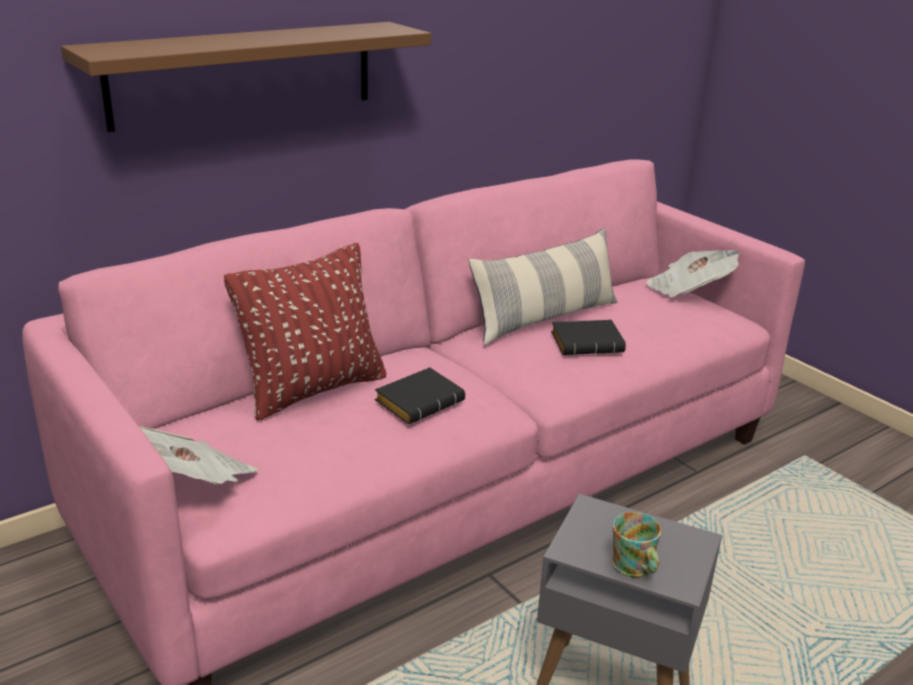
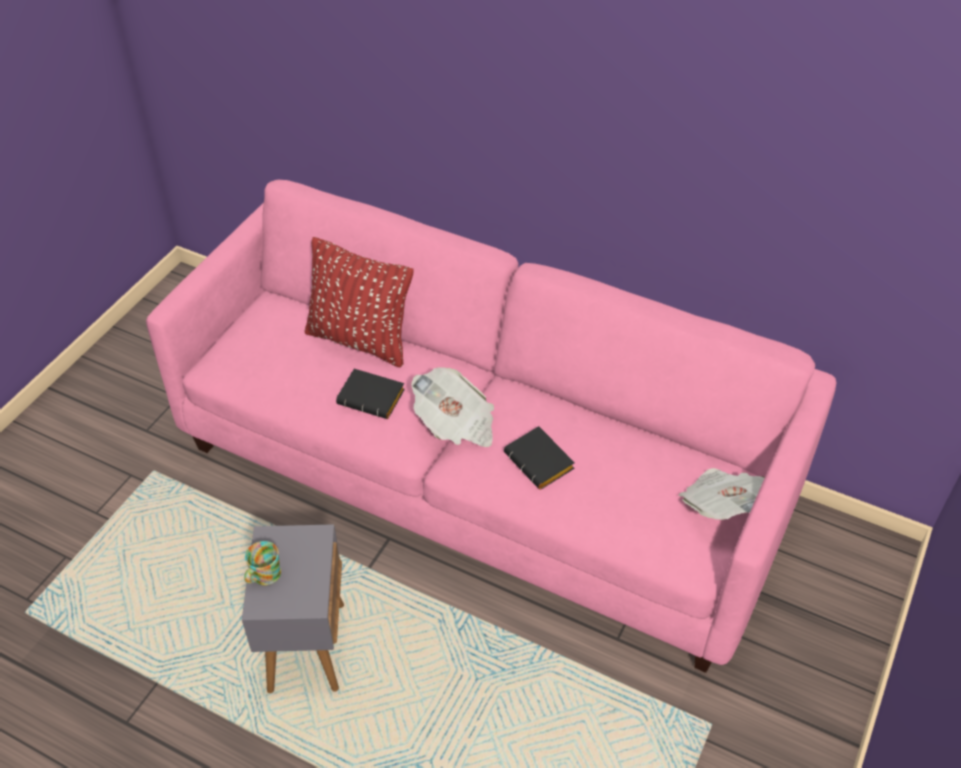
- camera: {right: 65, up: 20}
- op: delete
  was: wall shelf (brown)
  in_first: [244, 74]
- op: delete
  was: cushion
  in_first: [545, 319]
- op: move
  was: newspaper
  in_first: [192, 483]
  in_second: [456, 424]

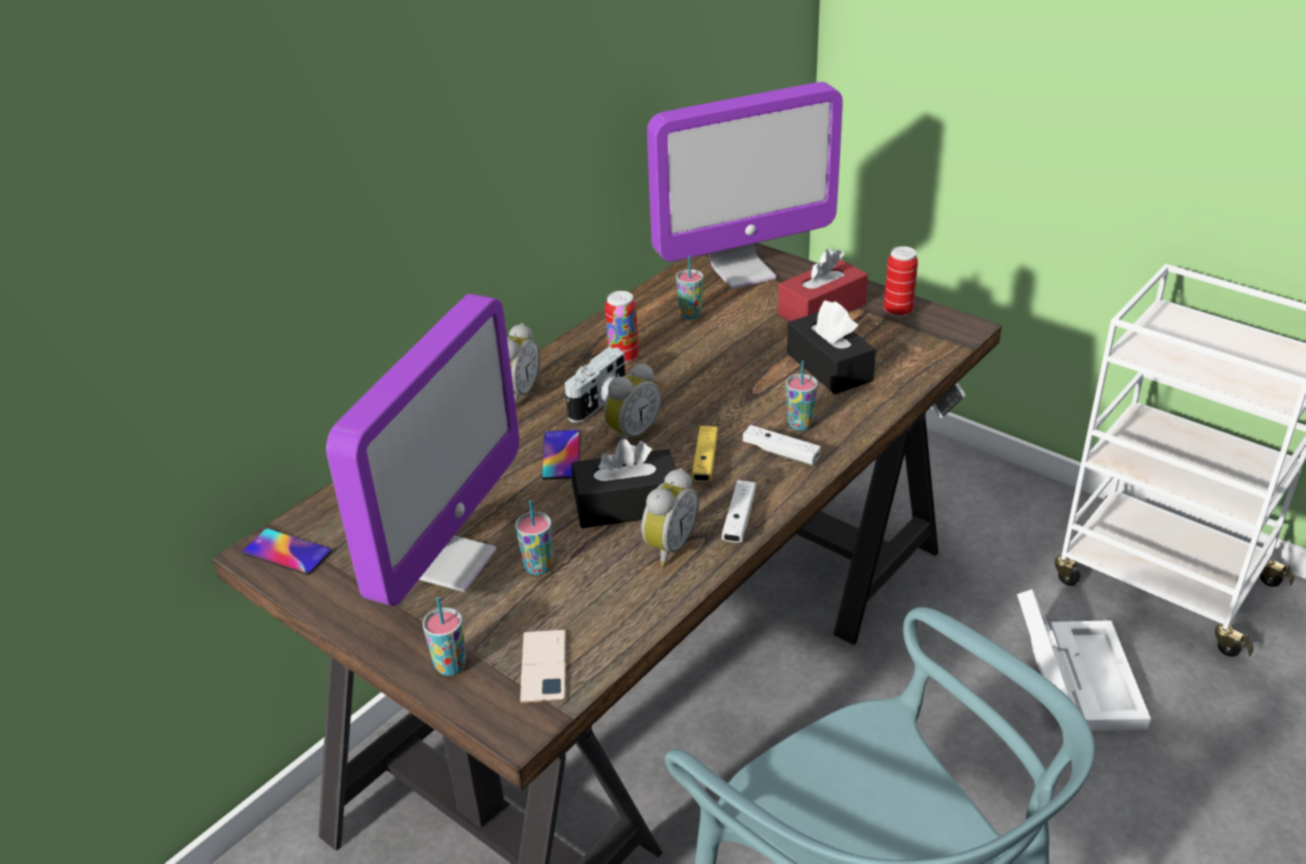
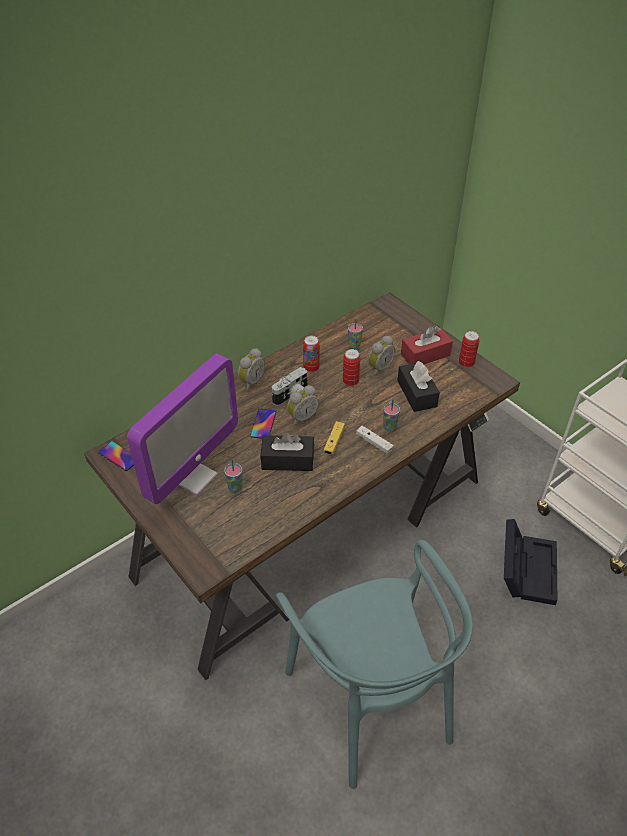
- camera: {right: 10, up: 10}
- op: delete
  was: computer display
  in_first: [742, 272]
- op: move
  was: bedside clock
  in_first: [667, 546]
  in_second: [378, 368]
- op: delete
  was: game controller (whitish)
  in_first: [739, 519]
- op: recolor
  was: storage box (whitish)
  now: storage box (black)
  in_first: [1073, 676]
  in_second: [526, 567]
- op: delete
  was: small cup
  in_first: [450, 666]
- op: delete
  was: telephone
  in_first: [544, 666]
- op: insert
  now: sealed can
  in_second: [350, 381]

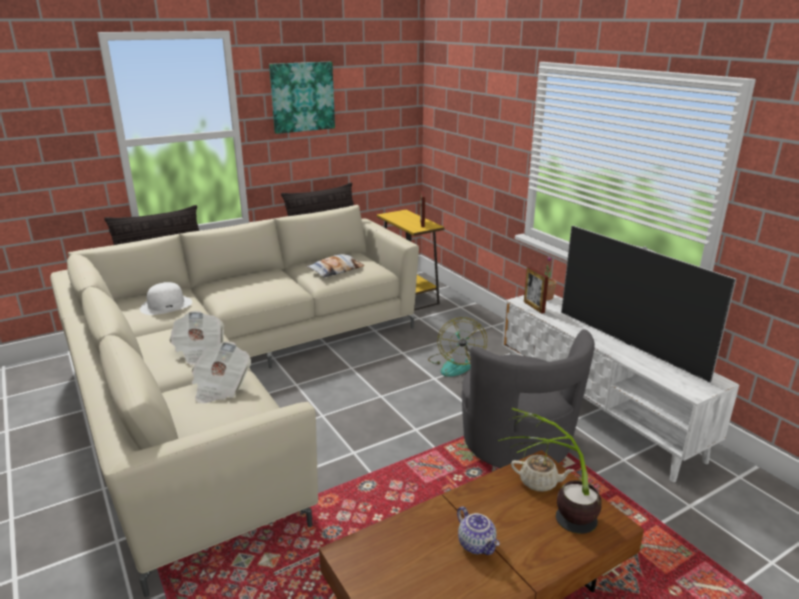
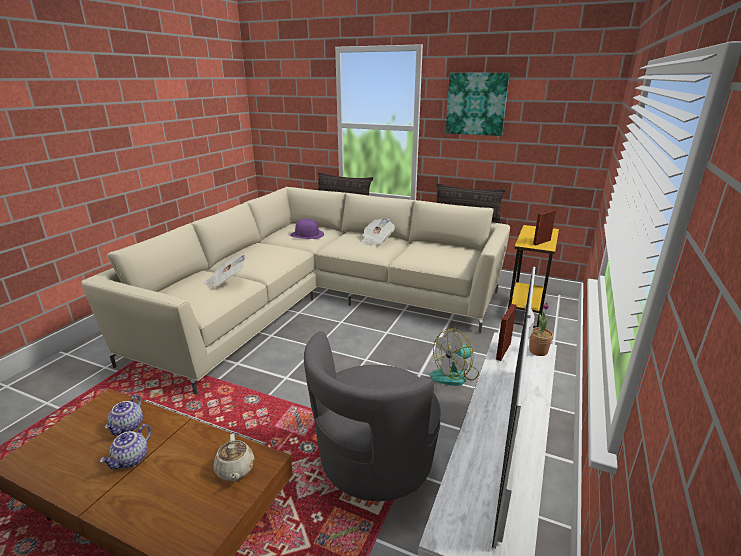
- camera: {right: 55, up: 0}
- op: delete
  was: cushion
  in_first: [336, 270]
- op: recolor
  was: hat (whitish)
  now: hat (purplish)
  in_first: [166, 305]
  in_second: [307, 234]
- op: move
  was: newspaper
  in_first: [199, 351]
  in_second: [376, 241]
- op: delete
  was: plant in a pot
  in_first: [552, 521]
- op: insert
  now: pot for tea
  in_second: [128, 427]

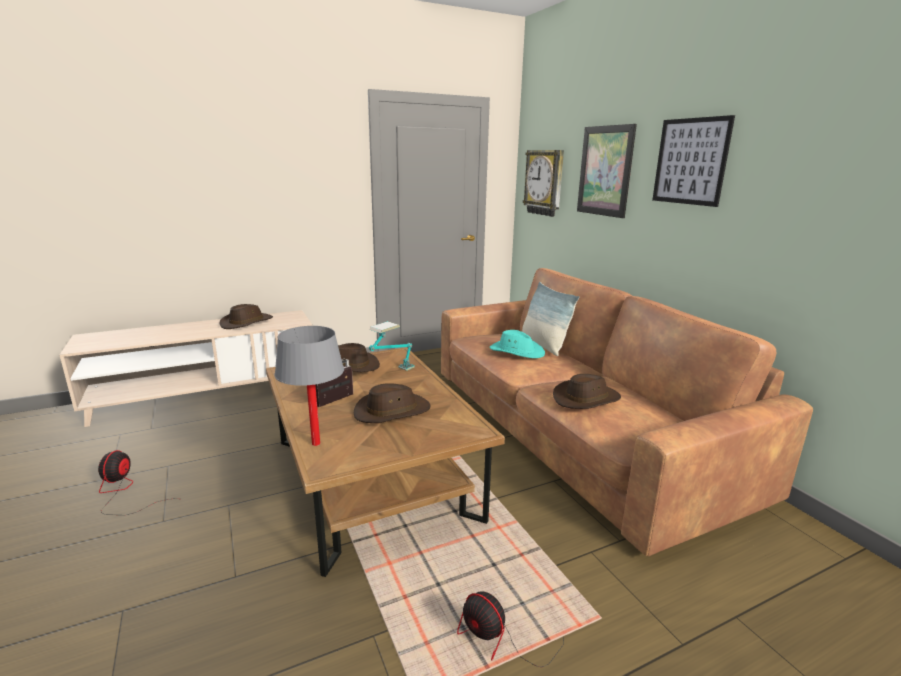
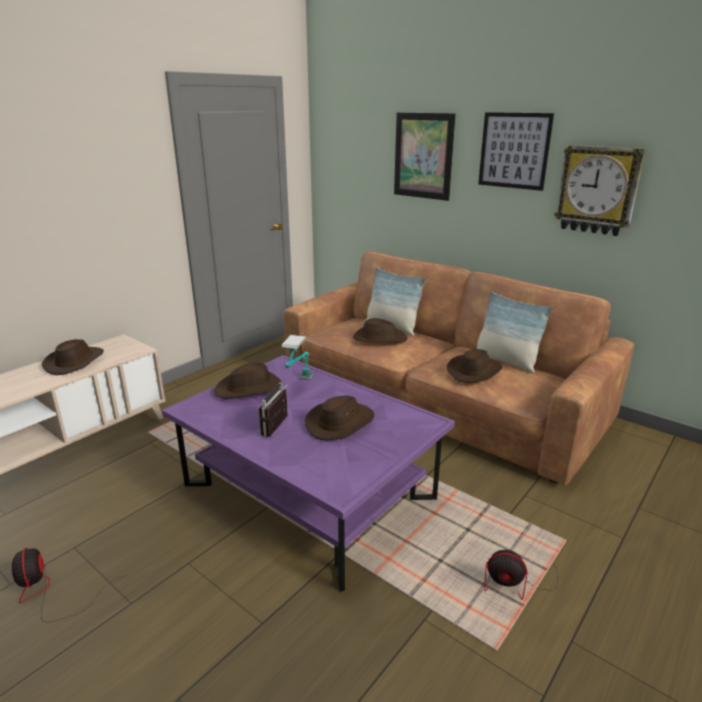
- camera: {right: -25, up: 5}
- op: move
  was: clock on the wall
  in_first: [544, 183]
  in_second: [597, 190]
- op: delete
  was: tabletop lamp (greyish)
  in_first: [316, 443]
- op: recolor
  was: hat (blue-green)
  now: hat (brown)
  in_first: [516, 351]
  in_second: [379, 338]
- op: recolor
  was: coffee table (brown)
  now: coffee table (purplish)
  in_first: [373, 478]
  in_second: [309, 491]
- op: insert
  now: cushion
  in_second: [505, 361]

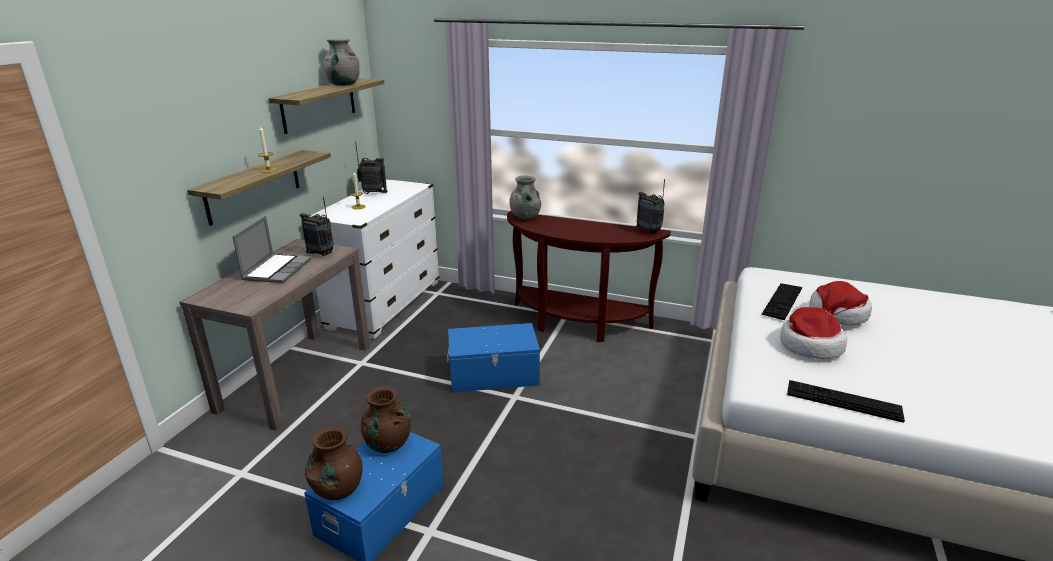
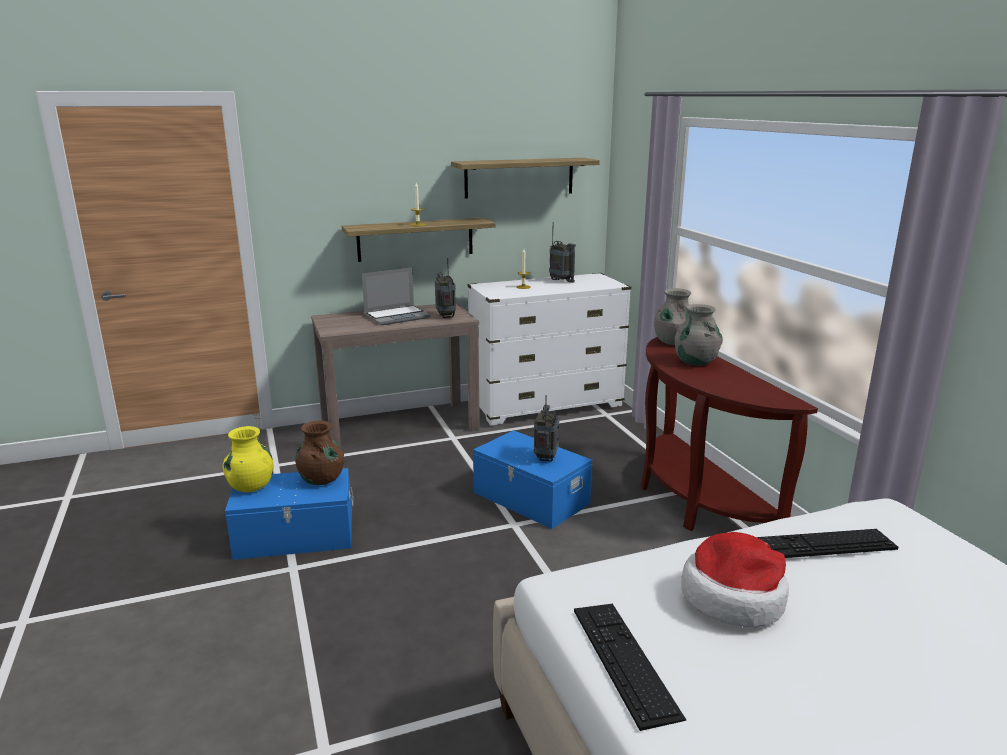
- camera: {right: 50, up: -5}
- op: move
  was: flower vase (greyish)
  in_first: [343, 84]
  in_second: [695, 362]
- op: move
  was: radio receiver
  in_first: [649, 231]
  in_second: [546, 458]
- op: delete
  was: hat
  in_first: [836, 315]
- op: recolor
  was: flower vase (brown)
  now: flower vase (yellow-coloured)
  in_first: [338, 489]
  in_second: [251, 486]

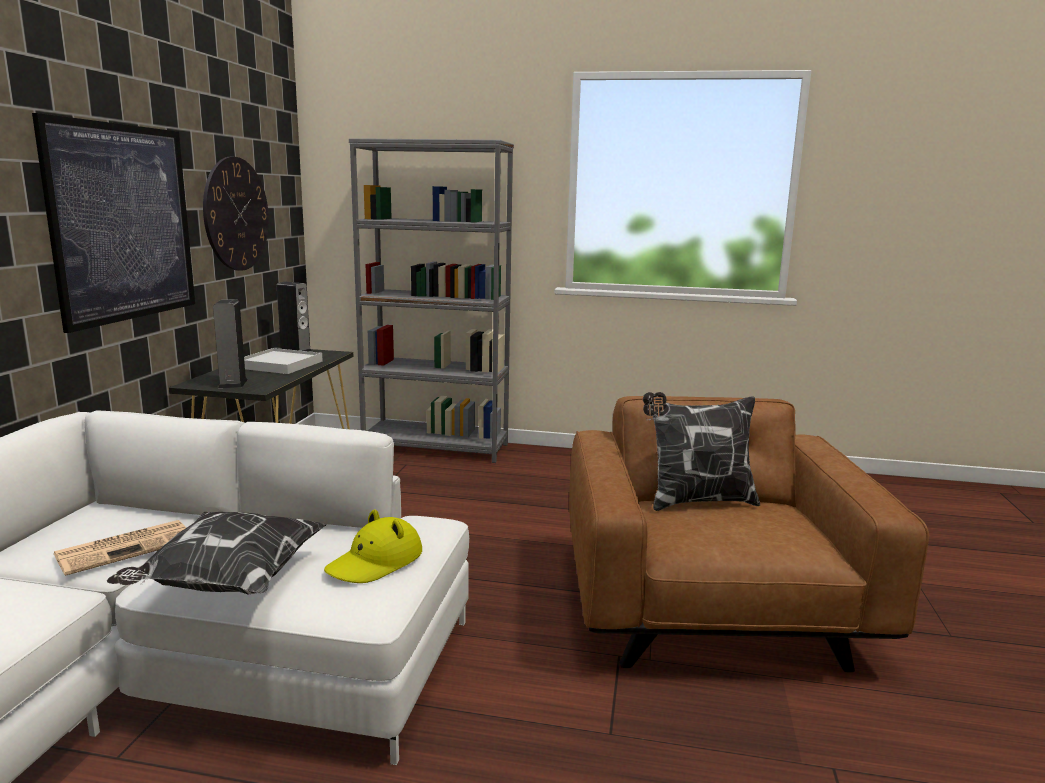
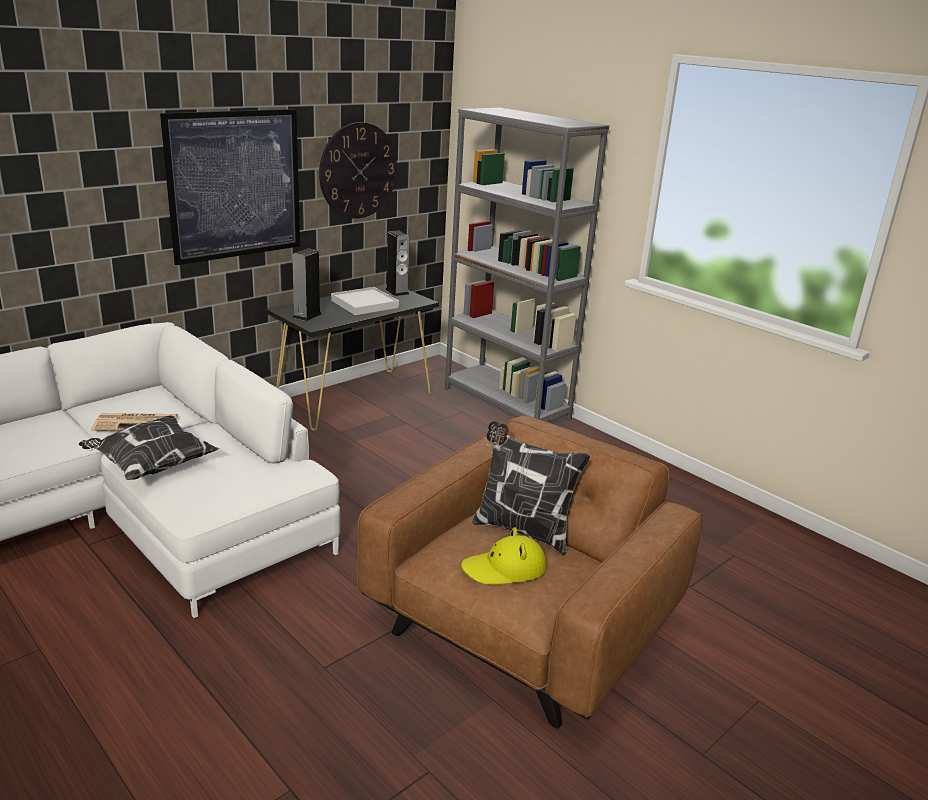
- camera: {right: 35, up: 10}
- op: move
  was: hat (yellow-coloured)
  in_first: [375, 562]
  in_second: [504, 569]

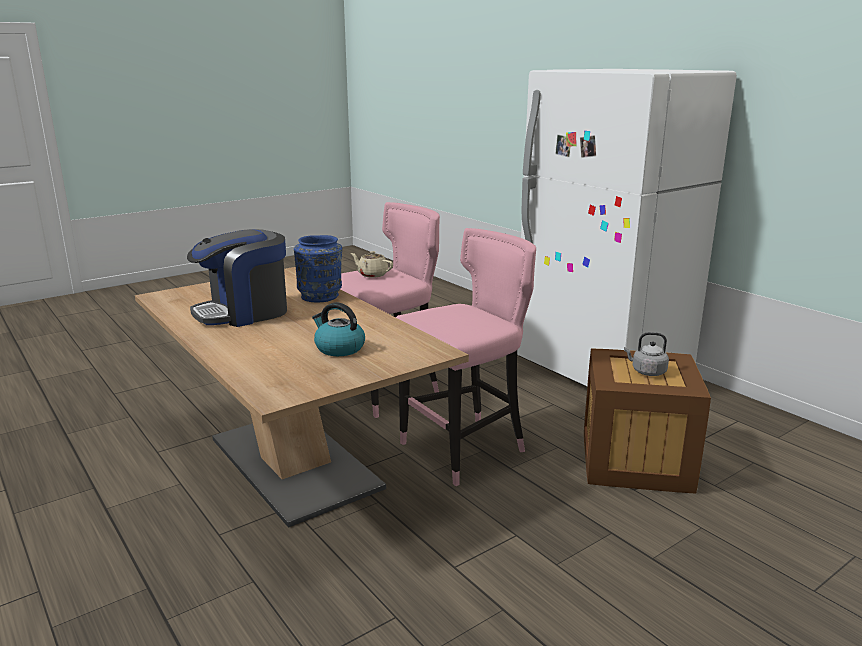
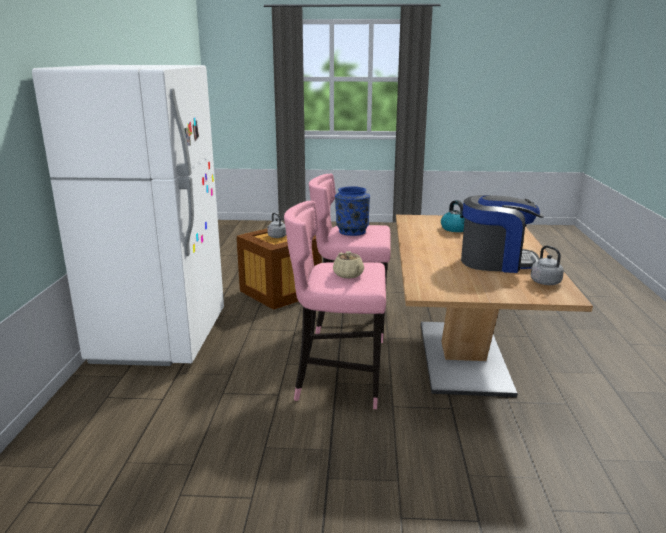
- camera: {right: -140, up: 0}
- op: move
  was: flower vase (blue-coloured)
  in_first: [321, 296]
  in_second: [351, 231]
- op: insert
  now: kettle (greyish)
  in_second: [544, 281]

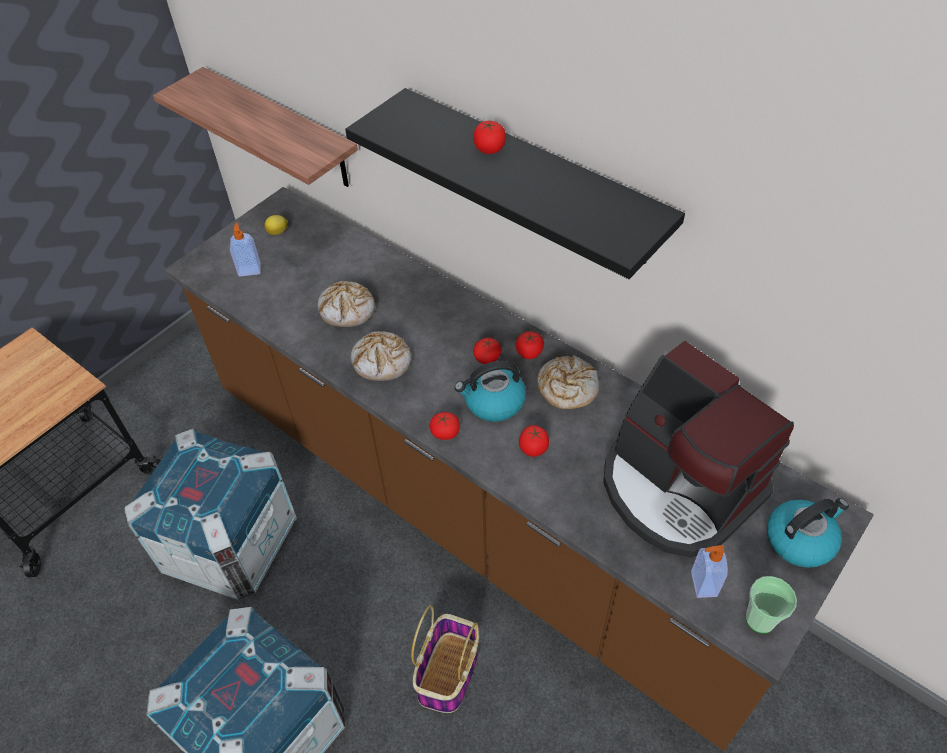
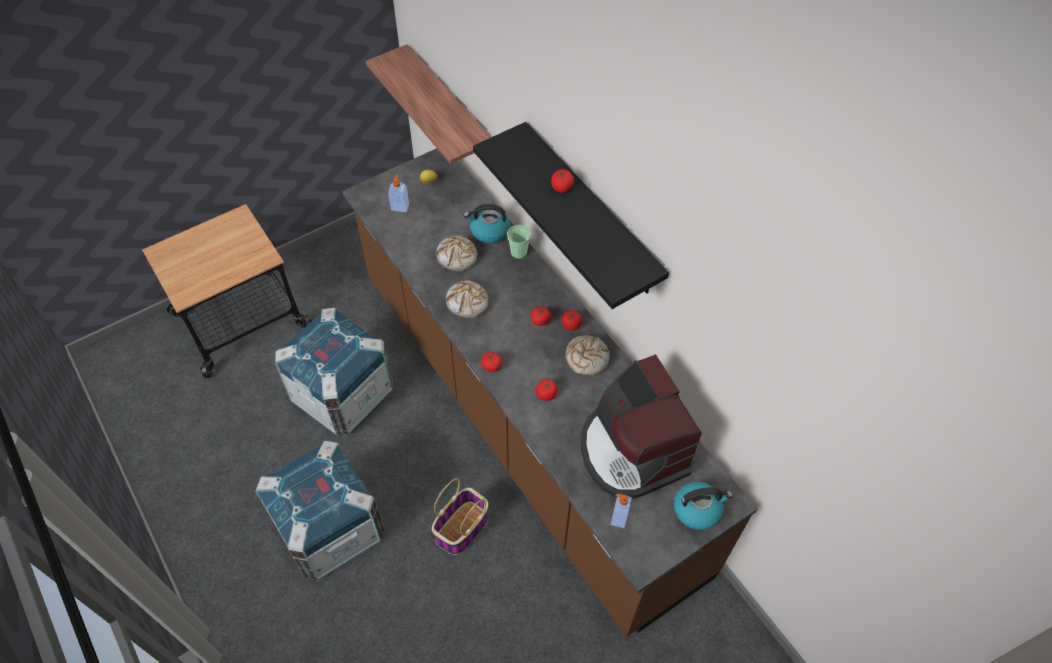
- camera: {right: 15, up: 5}
- op: move
  was: kettle
  in_first: [493, 402]
  in_second: [489, 231]
- op: move
  was: small cup
  in_first: [760, 619]
  in_second: [518, 252]

